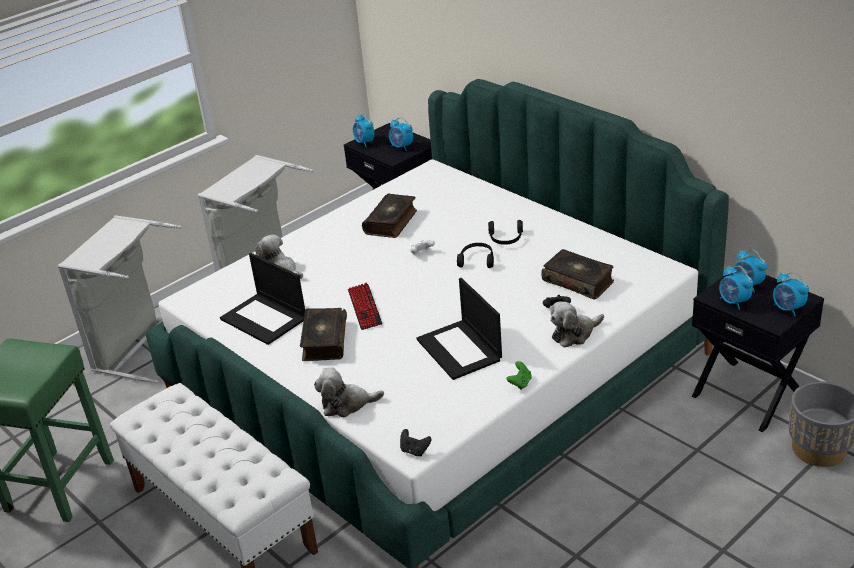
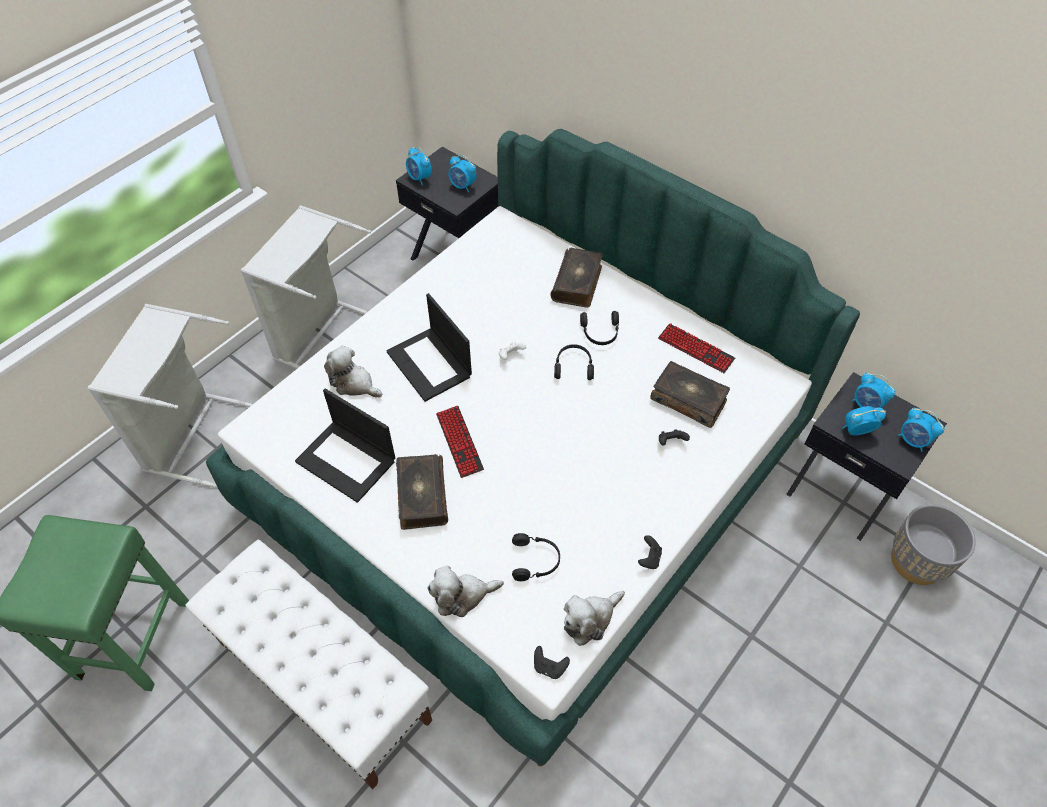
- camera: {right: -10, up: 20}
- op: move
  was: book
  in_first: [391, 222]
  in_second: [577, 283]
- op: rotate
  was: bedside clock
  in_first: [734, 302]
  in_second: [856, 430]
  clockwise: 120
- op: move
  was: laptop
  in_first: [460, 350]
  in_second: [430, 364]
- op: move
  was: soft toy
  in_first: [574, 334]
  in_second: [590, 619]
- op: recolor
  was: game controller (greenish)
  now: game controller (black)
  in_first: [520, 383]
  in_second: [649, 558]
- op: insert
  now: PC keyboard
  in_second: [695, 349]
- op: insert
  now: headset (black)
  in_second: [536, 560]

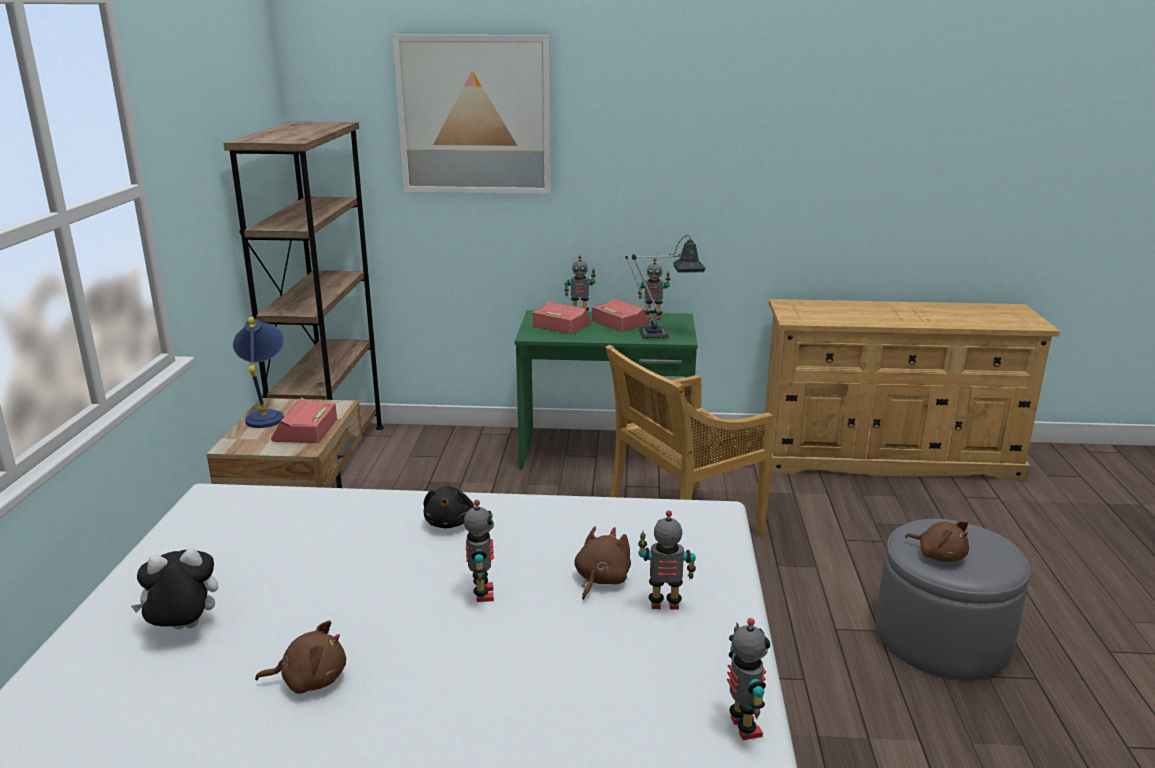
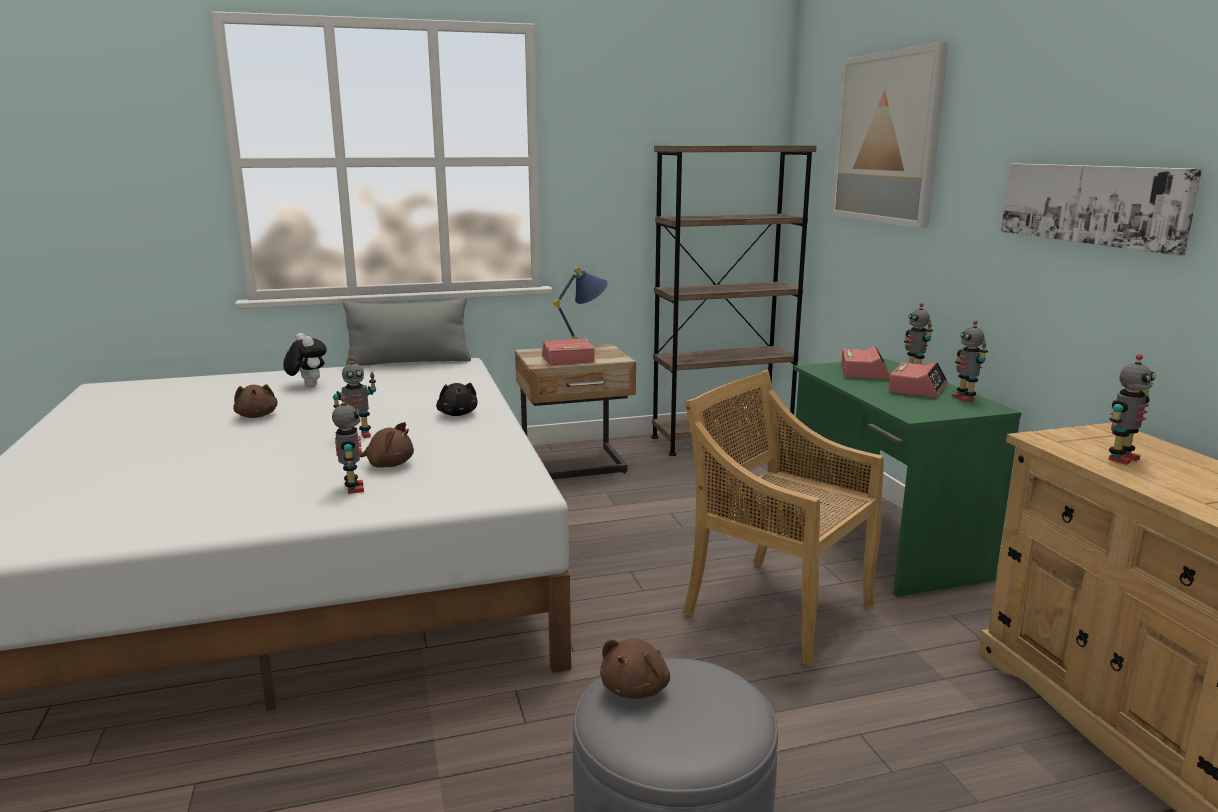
- camera: {right: 70, up: -5}
- op: delete
  was: tabletop lamp
  in_first: [661, 335]
- op: rotate
  was: soft toy (black)
  in_first: [450, 522]
  in_second: [457, 414]
  clockwise: -90
- op: move
  was: model robot
  in_first: [743, 727]
  in_second: [1121, 458]
- op: insert
  now: wall art
  in_second: [1092, 204]
- op: insert
  now: cushion (greyish)
  in_second: [409, 362]

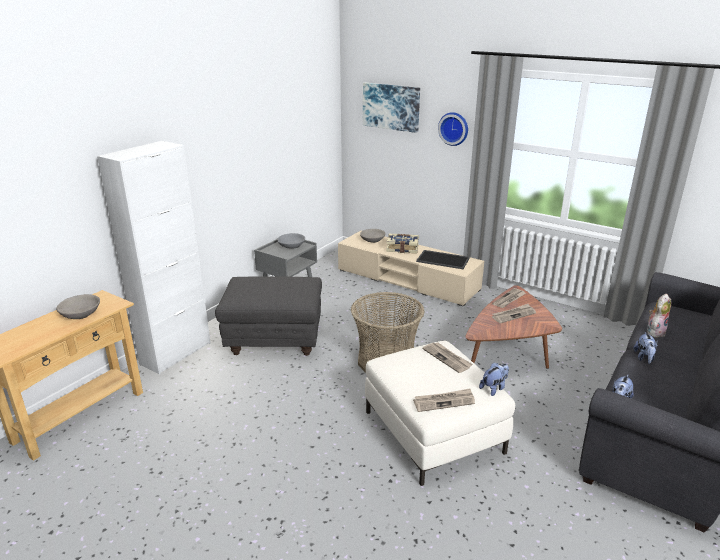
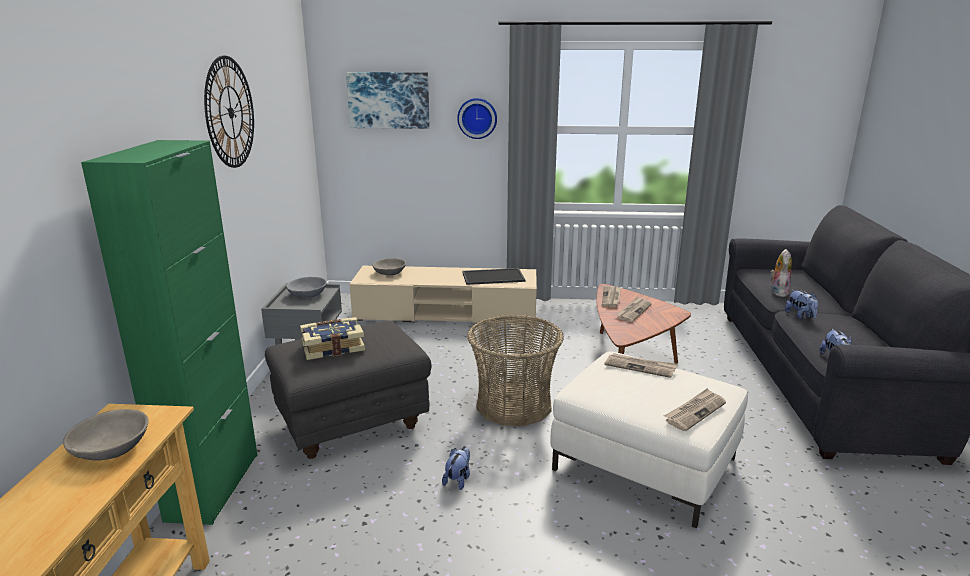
- camera: {right: -30, up: -5}
- op: recolor
  was: storage cabinet (whitish)
  now: storage cabinet (greenish)
  in_first: [176, 353]
  in_second: [213, 486]
- op: move
  was: book
  in_first: [402, 248]
  in_second: [332, 347]
- op: move
  was: soft toy
  in_first: [494, 388]
  in_second: [458, 479]
- op: insert
  now: clock on the wall
  in_second: [230, 112]

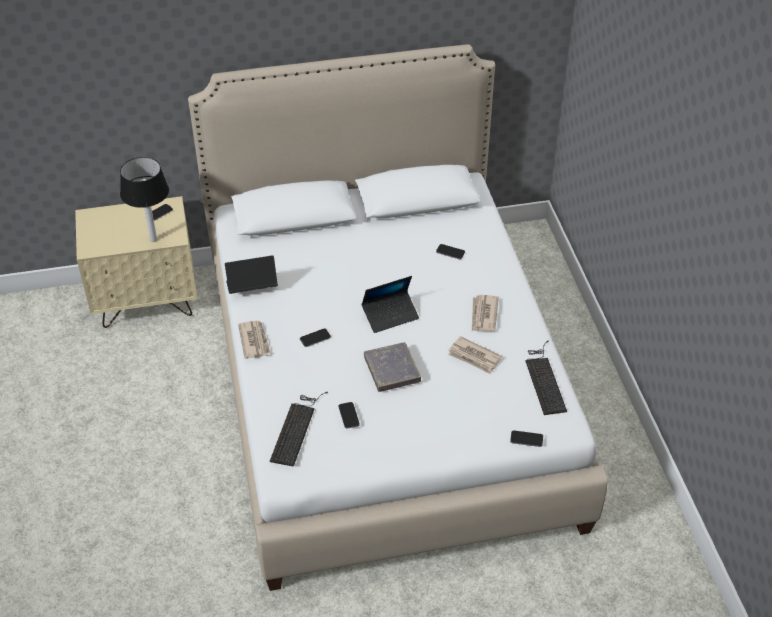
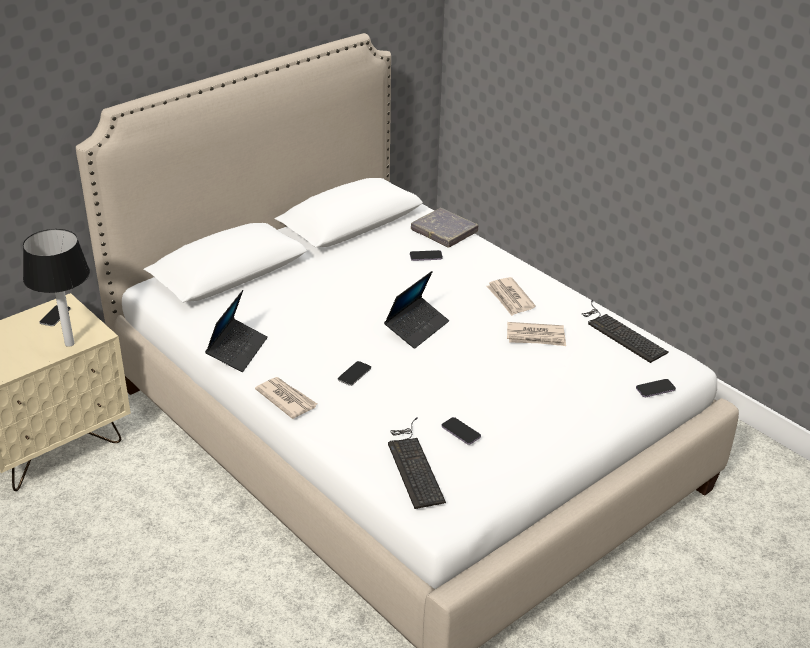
- camera: {right: -30, up: -10}
- op: rotate
  was: laptop
  in_first: [252, 287]
  in_second: [237, 350]
  clockwise: 150
- op: move
  was: book (greyish)
  in_first: [392, 370]
  in_second: [444, 231]

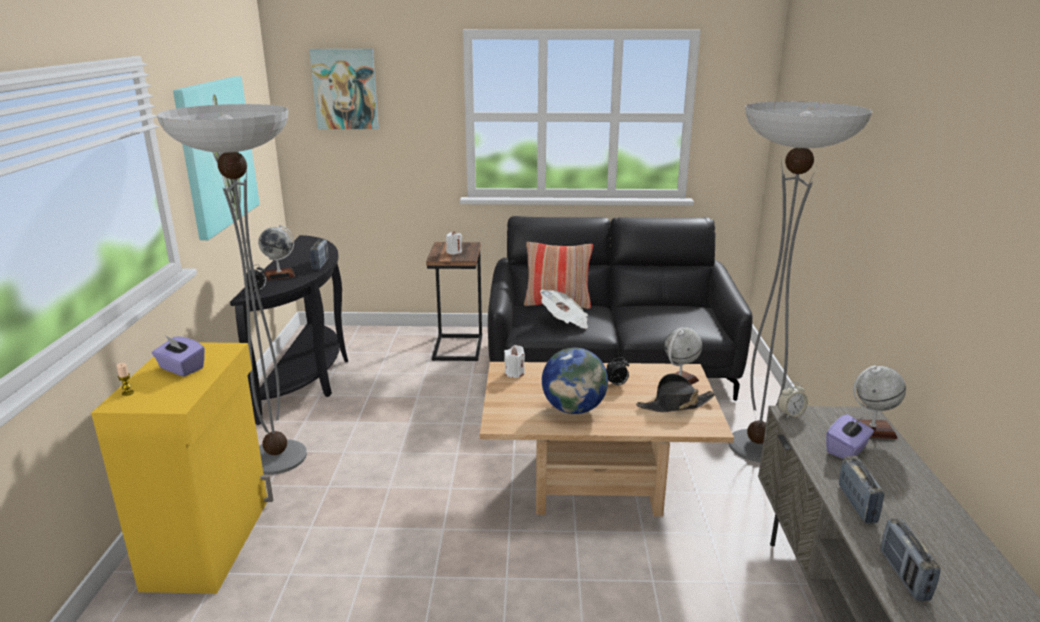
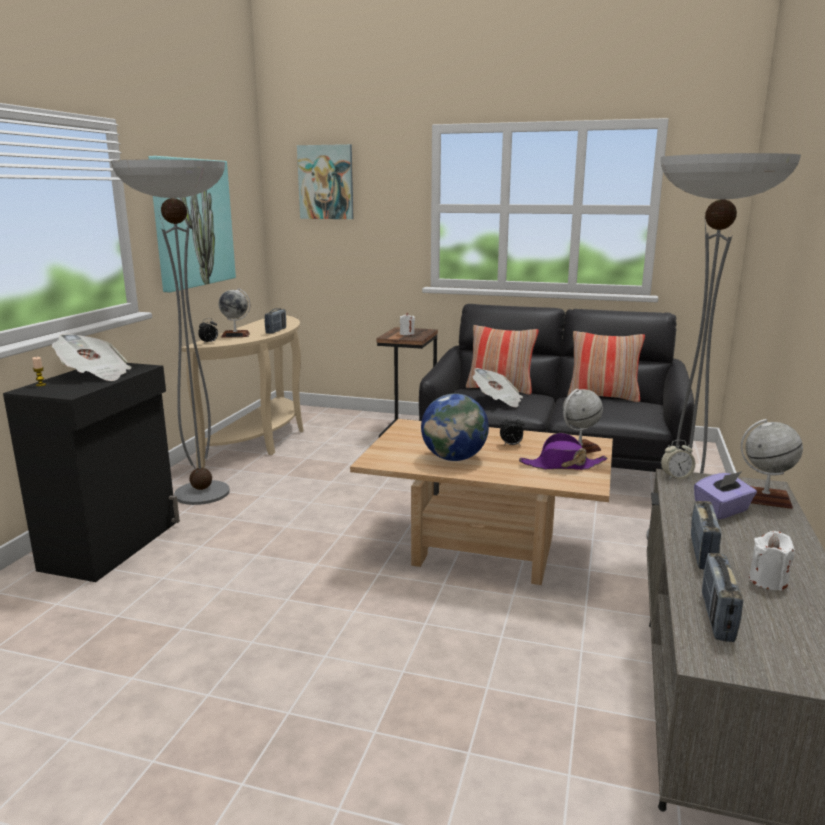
- camera: {right: 15, up: -5}
- op: recolor
  was: console table (black)
  now: console table (beige)
  in_first: [310, 378]
  in_second: [263, 440]
- op: replace
  was: tissue box (purplish)
  now: newspaper
  in_first: [181, 369]
  in_second: [95, 375]
- op: recolor
  was: storage cabinet (yellow-coloured)
  now: storage cabinet (black)
  in_first: [211, 541]
  in_second: [113, 545]
- op: move
  was: candle (whitish)
  in_first: [514, 373]
  in_second: [768, 581]
- op: recolor
  was: hat (black)
  now: hat (purplish)
  in_first: [675, 405]
  in_second: [562, 465]
- op: insert
  now: cushion
  in_second: [603, 397]

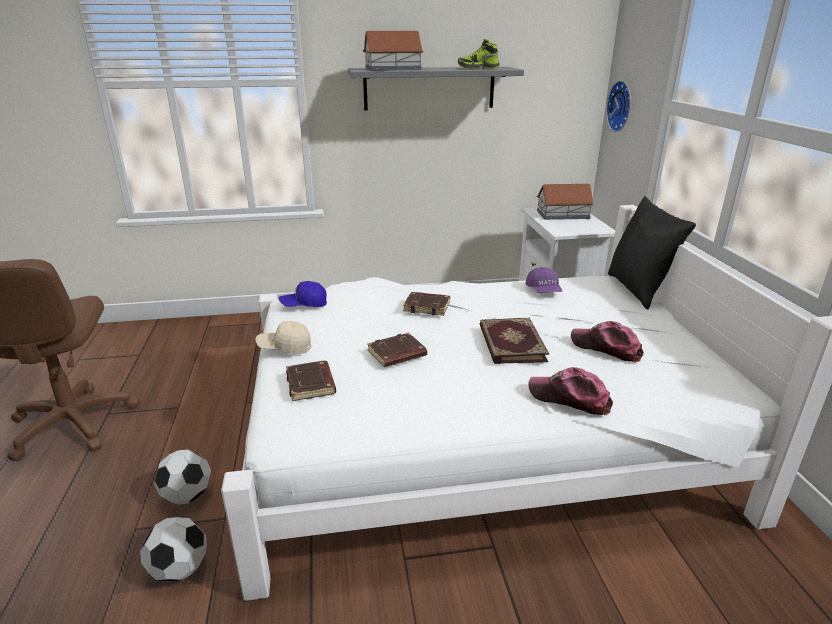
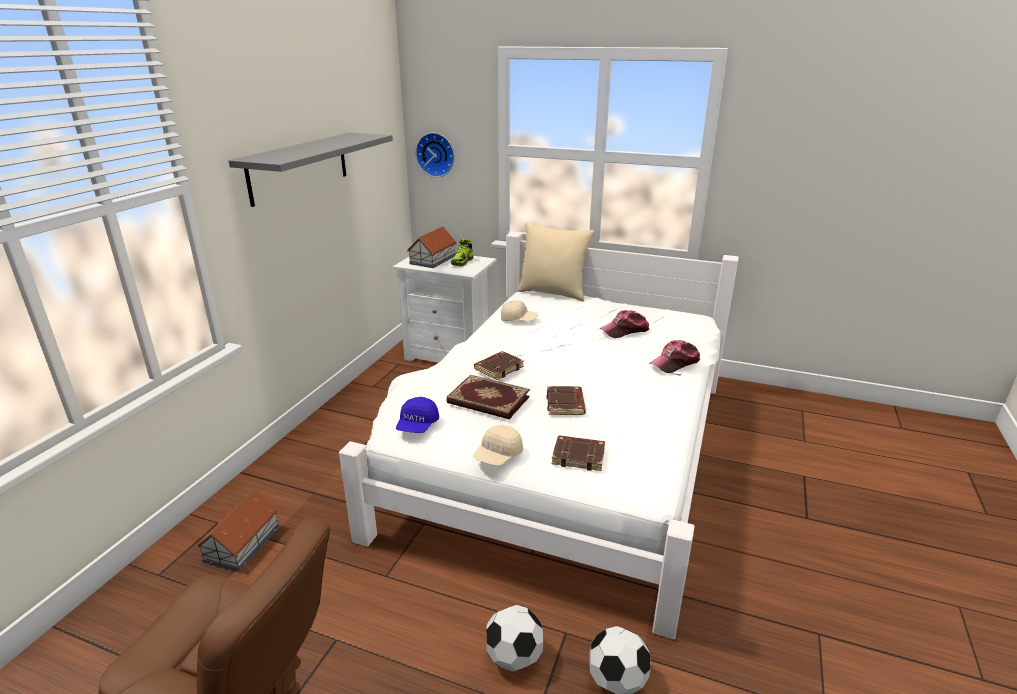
- camera: {right: -60, up: 0}
- op: move
  was: model house
  in_first: [393, 69]
  in_second: [243, 543]
- op: move
  was: item of footwear
  in_first: [478, 68]
  in_second: [462, 262]
- op: recolor
  was: cushion (black)
  now: cushion (beige)
  in_first: [638, 290]
  in_second: [553, 293]
- op: recolor
  was: peaked cap (purplish)
  now: peaked cap (beige)
  in_first: [543, 291]
  in_second: [519, 319]
- op: move
  was: book
  in_first: [510, 343]
  in_second: [488, 400]

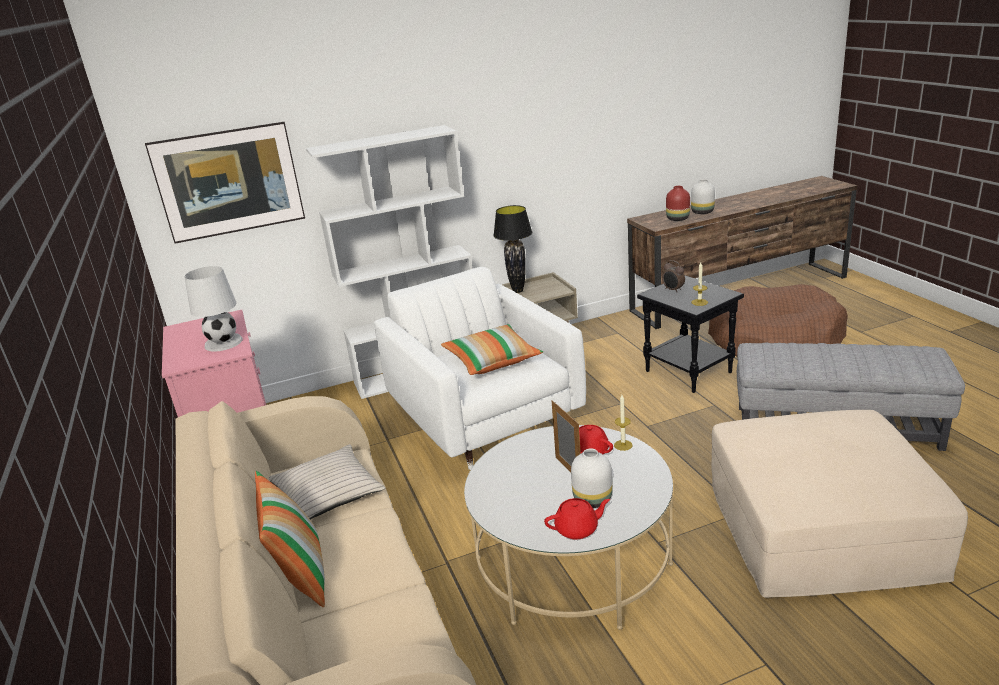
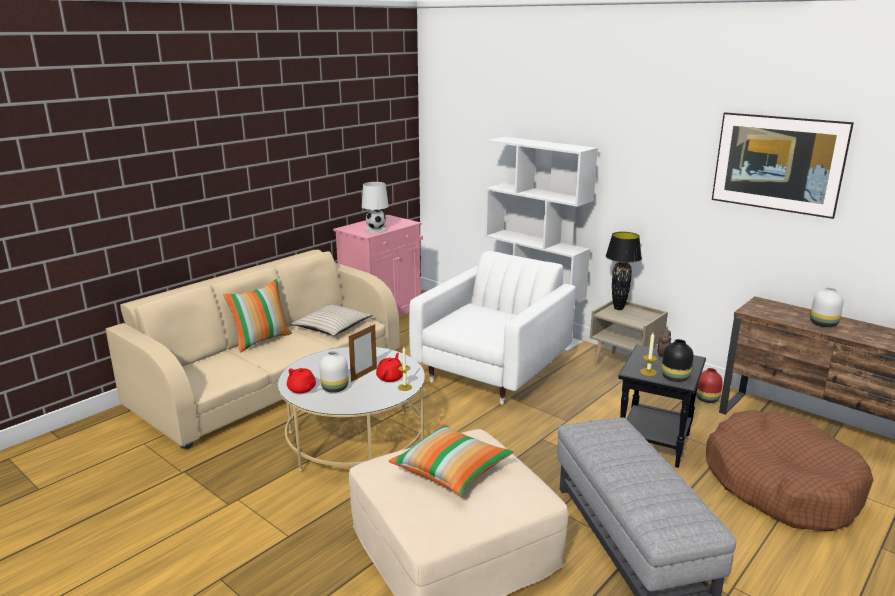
- camera: {right: 60, up: -5}
- op: move
  was: wall art
  in_first: [235, 206]
  in_second: [774, 186]
- op: move
  was: flower vase (reddish)
  in_first: [678, 219]
  in_second: [707, 399]
- op: move
  was: cushion
  in_first: [492, 361]
  in_second: [451, 470]
- op: insert
  now: flower vase (black)
  in_second: [674, 377]

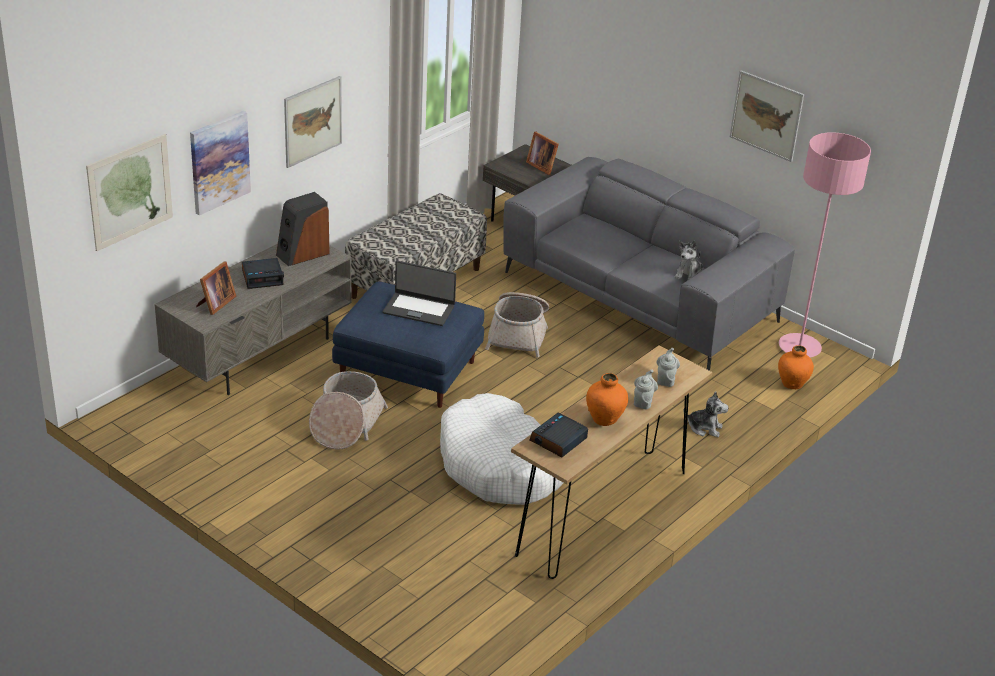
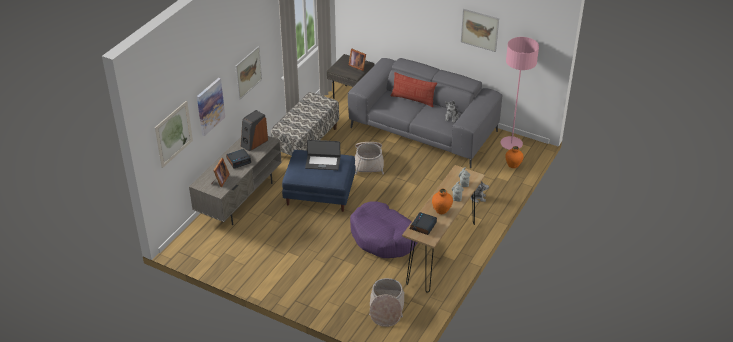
- camera: {right: -10, up: 5}
- op: move
  was: household basket
  in_first: [346, 424]
  in_second: [386, 308]
- op: recolor
  was: pet bed (whitish)
  now: pet bed (purplish)
  in_first: [500, 466]
  in_second: [383, 237]
- op: insert
  now: cushion
  in_second: [413, 99]

